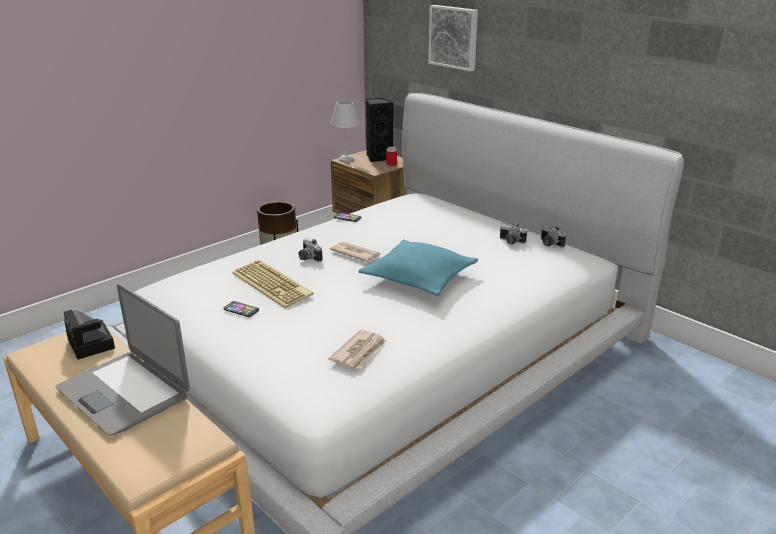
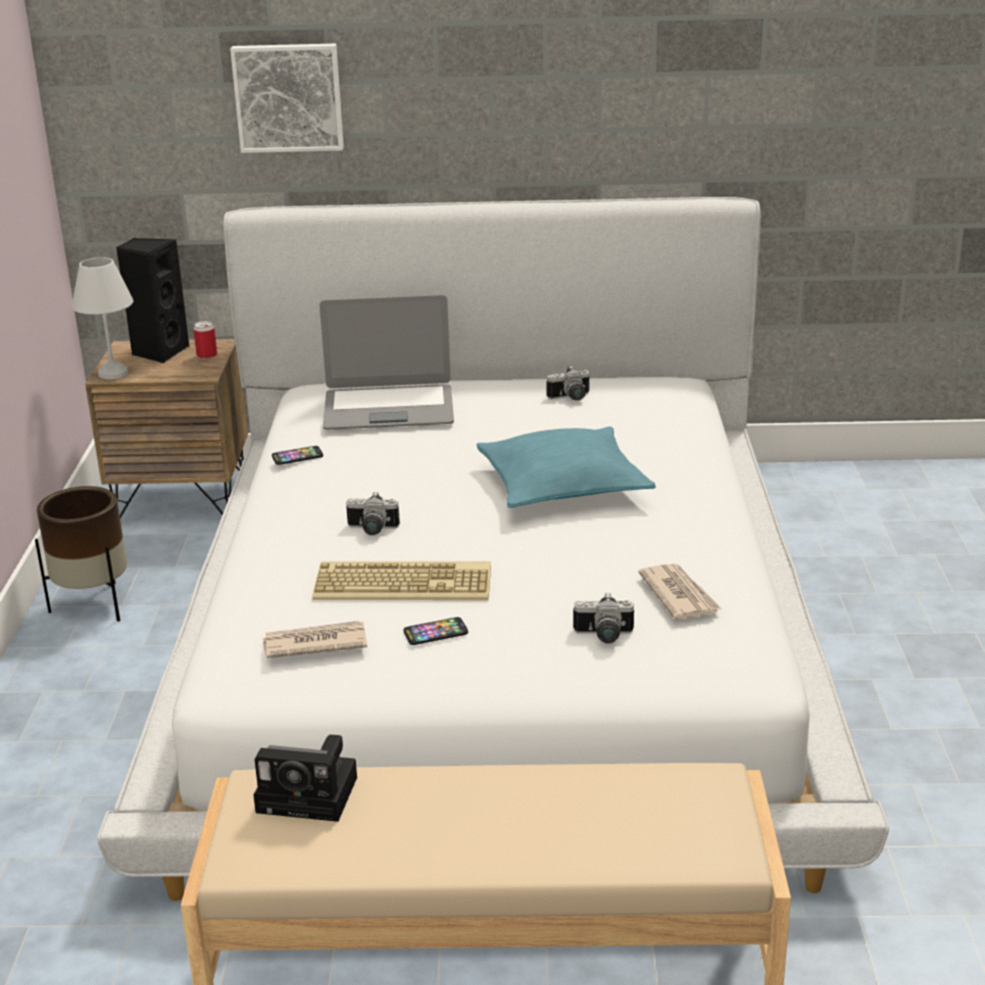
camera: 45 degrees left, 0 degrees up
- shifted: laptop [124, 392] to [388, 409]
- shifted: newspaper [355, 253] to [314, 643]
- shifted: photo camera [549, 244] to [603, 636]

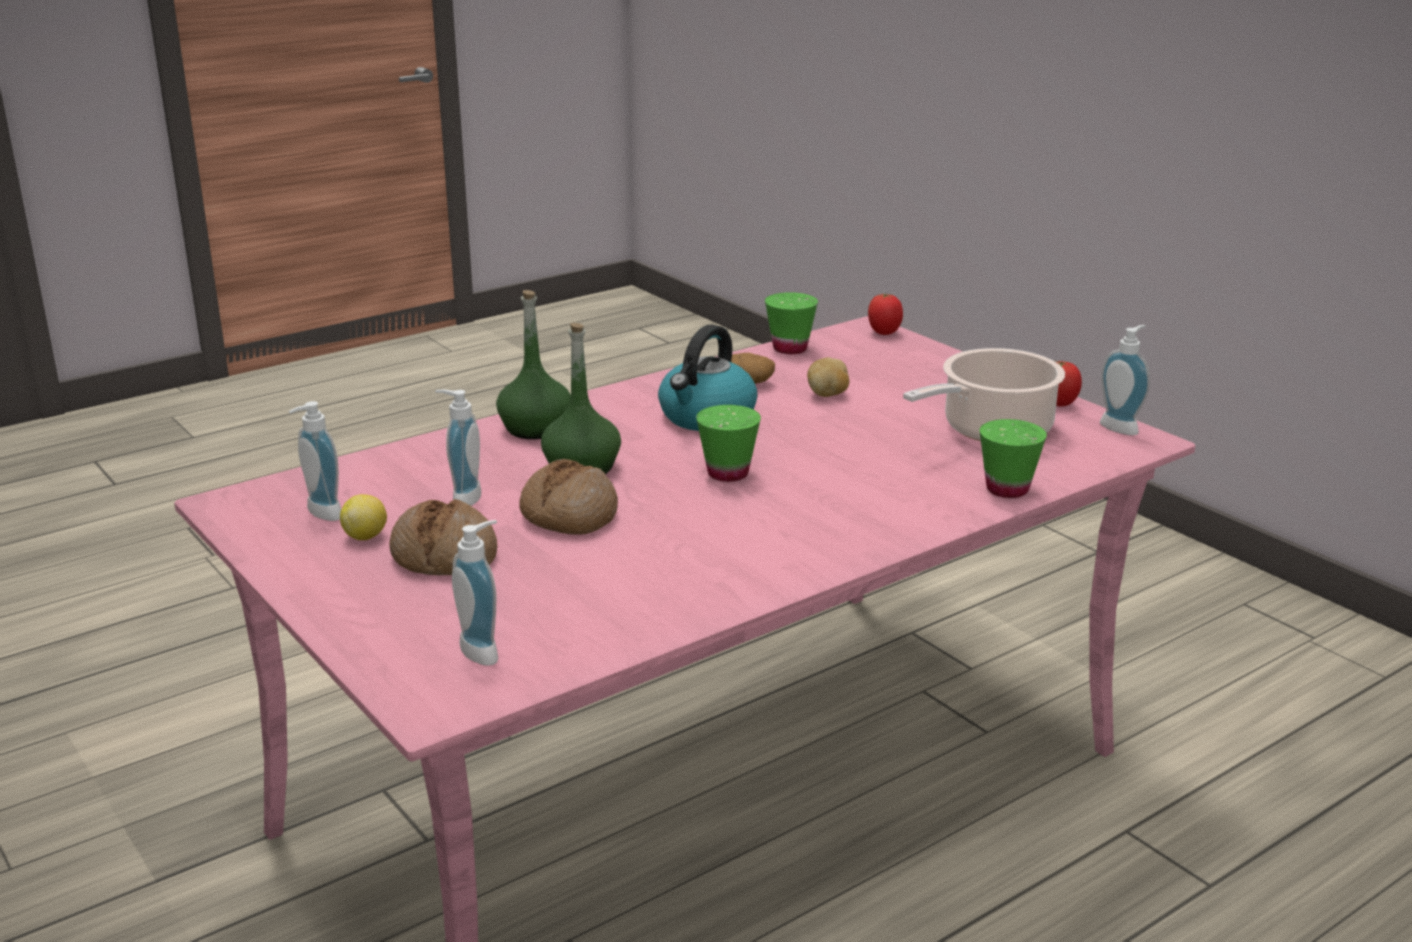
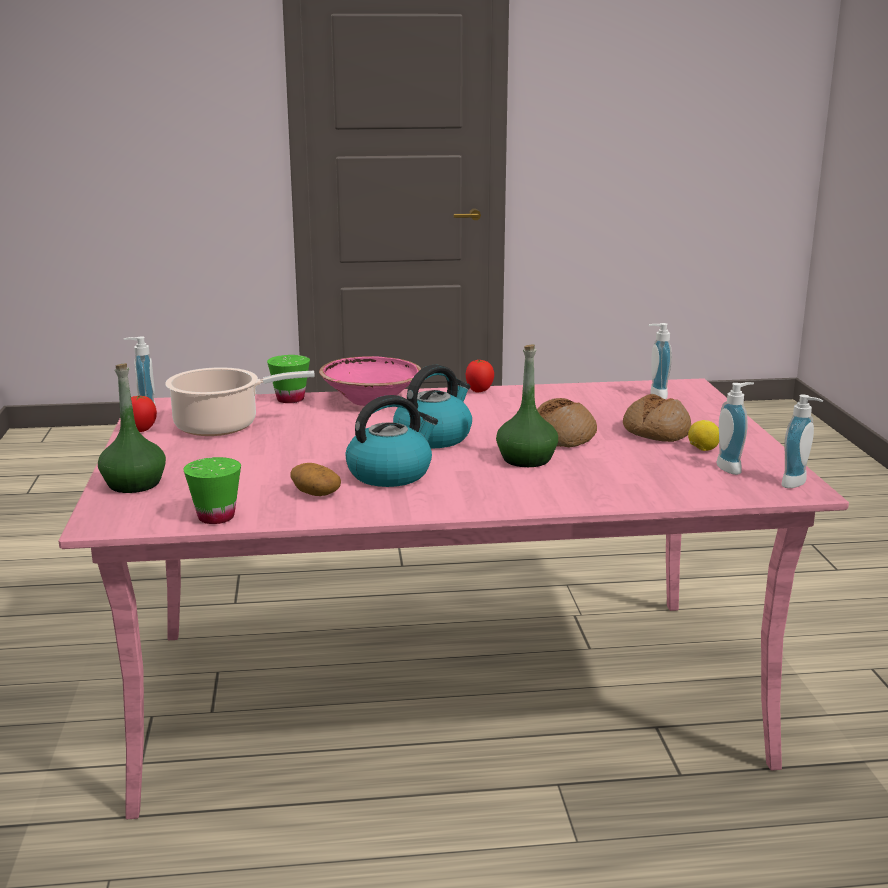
camera: 150 degrees left, 5 degrees down
- gone: potato [828, 395]
- new: bowl (pink) [370, 400]
- shifted: soap dispenser [461, 499] to [798, 484]
- shifted: bottle (green) [536, 428] to [134, 484]
- shifted: tomato [884, 333] to [479, 391]
- swapped: cup (green) [728, 473] to kettle [433, 437]

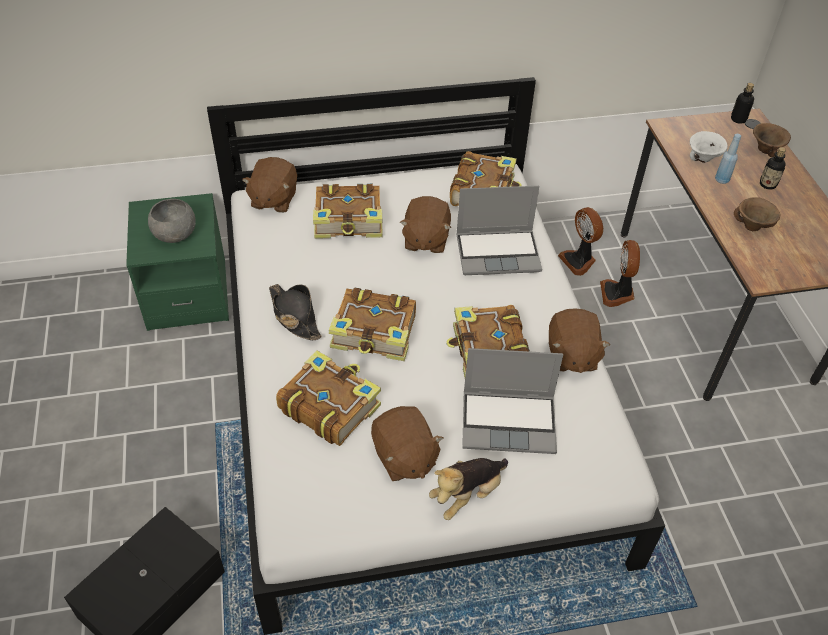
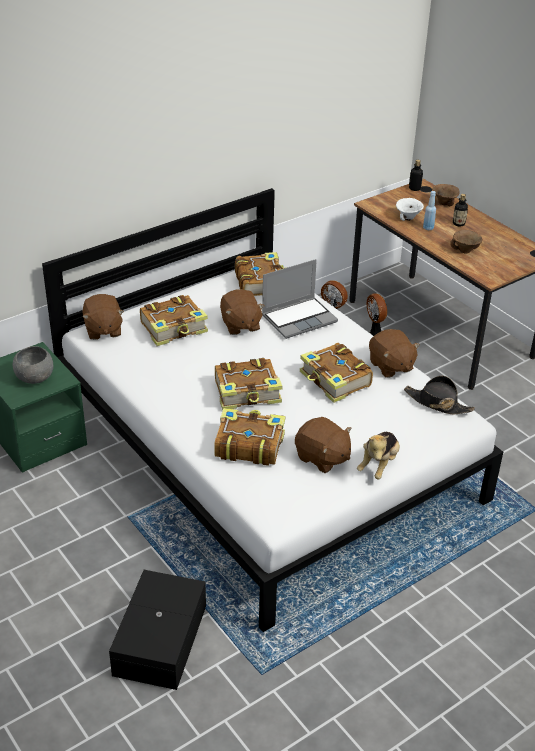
camera: 25 degrees left, 10 degrees down
- gone: laptop [509, 422]
- shifted: hat (black) [294, 316] to [437, 403]

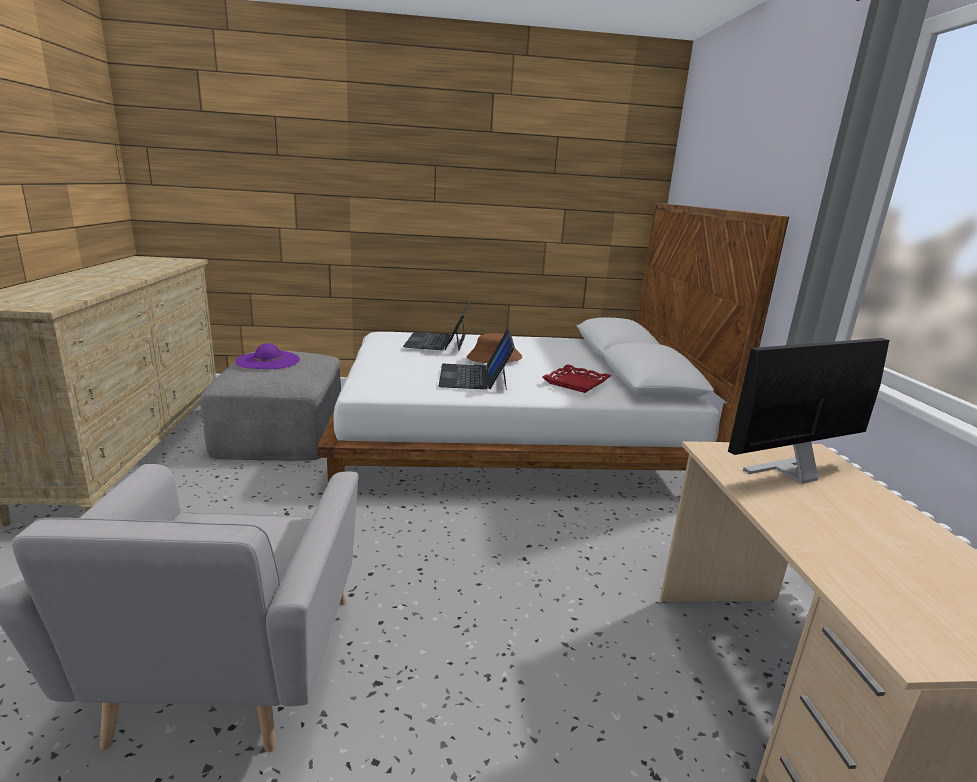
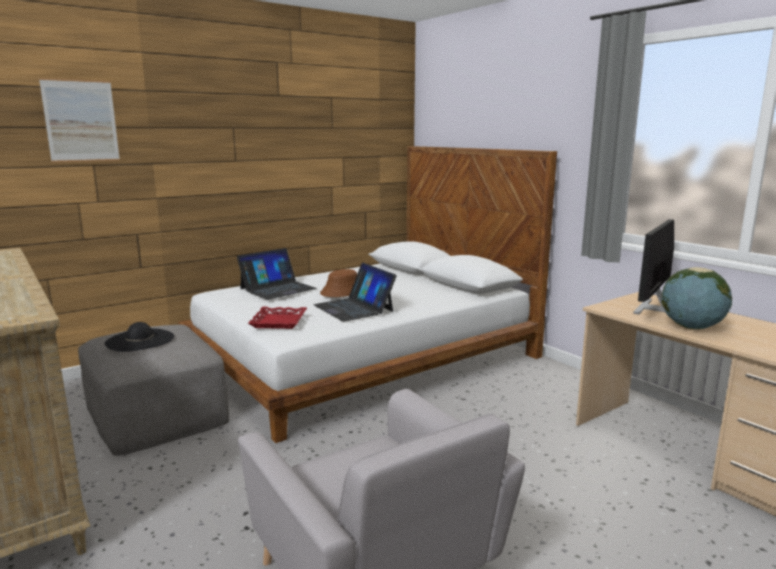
camera: 30 degrees left, 5 degrees down
- new: picture [81, 121]
- new: globe [691, 327]
- shifted: tray (red) [575, 382] to [278, 321]
- repainted: hat (purple) [268, 360] to hat (black) [140, 340]
- rotated: laptop [437, 341] = [277, 288] 105 degrees counterclockwise

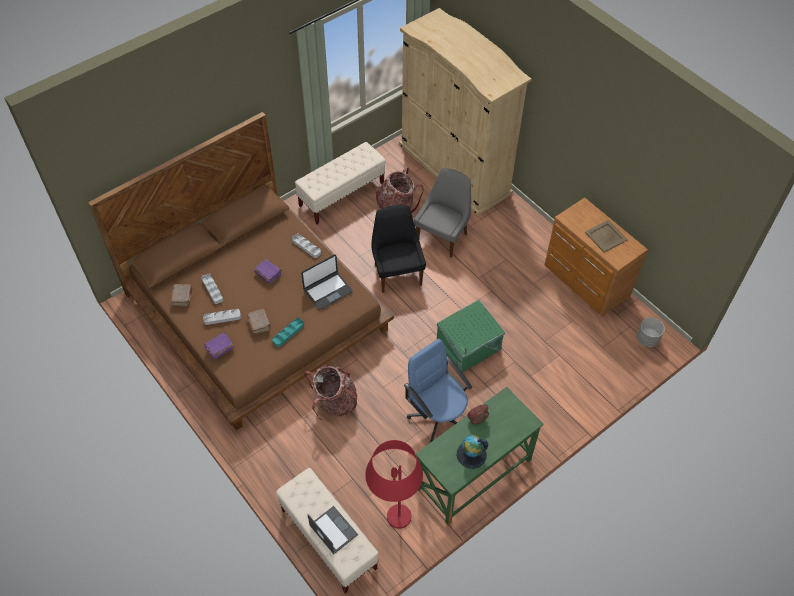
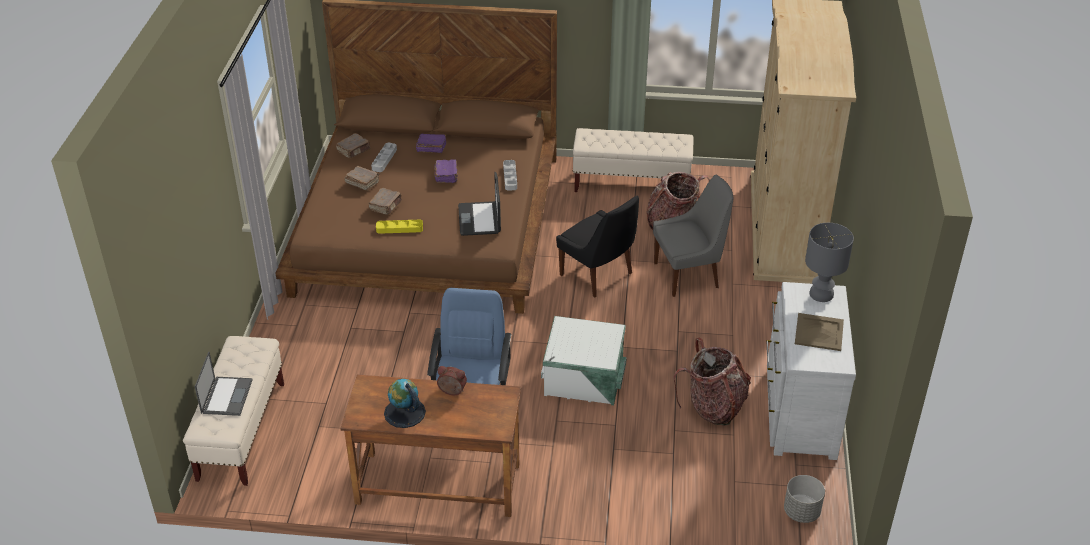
camera: 45 degrees right, 15 degrees down
- gone: floor lamp (red) [393, 529]
- new: table lamp (grey) [821, 294]
- shifted: book (purple) [219, 348] to [431, 148]
- shifted: backpack [335, 402] to [713, 407]
- swapped: tray (grey) [222, 318] to book (brown) [362, 183]
- repainted: tray (turquoise) [288, 333] to tray (yellow) [399, 229]
- repainted: desk (green) [474, 474] to desk (brown) [438, 484]
- repainted: storage box (green) [469, 347] to storage box (white) [584, 381]
- repainted: dresser (brown) [585, 282] to dresser (white) [798, 411]
- rotated: laptop [327, 290] = [480, 219] 75 degrees clockwise
- rotated: chair (black) [397, 273] = [598, 275] 105 degrees clockwise

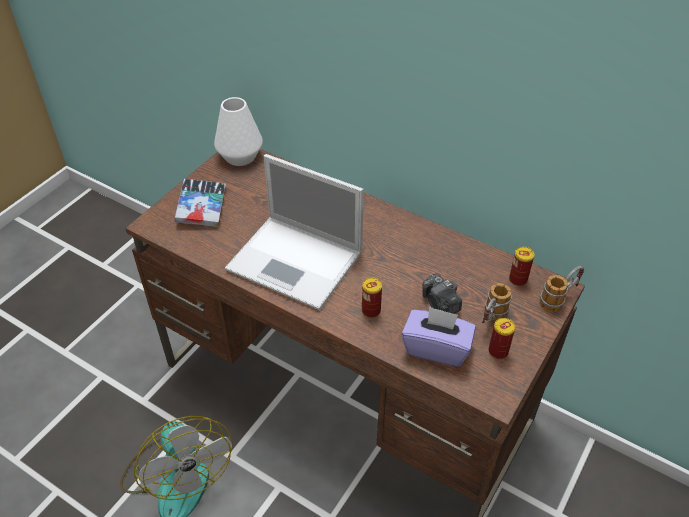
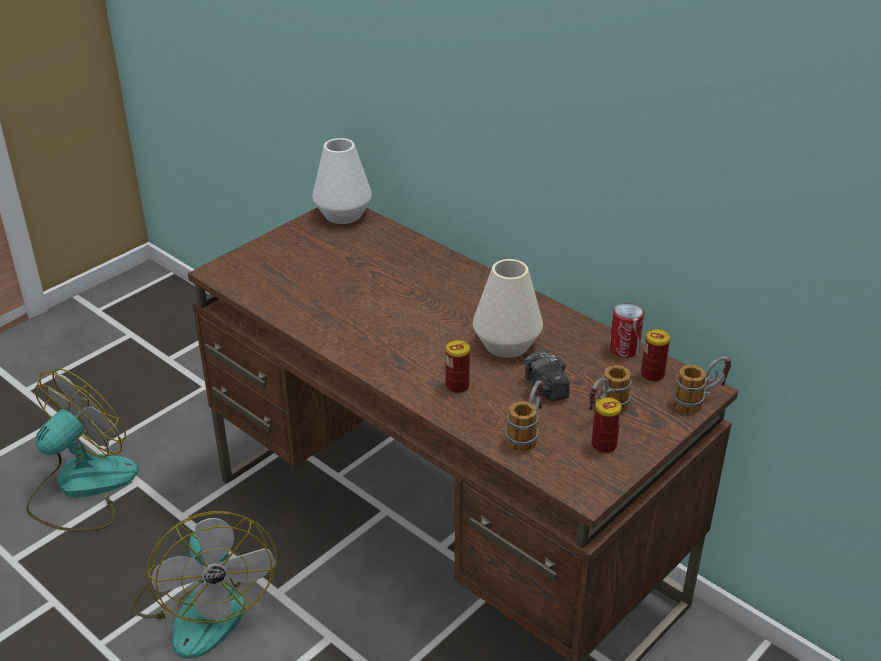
camera: 10 degrees right, 10 degrees down
- gone: book [201, 207]
- gone: laptop [297, 262]
- new: fan [81, 487]
- new: vase (white) [507, 344]
- new: can [624, 349]
- swapped: tissue box (purple) [436, 348] to mug [527, 433]

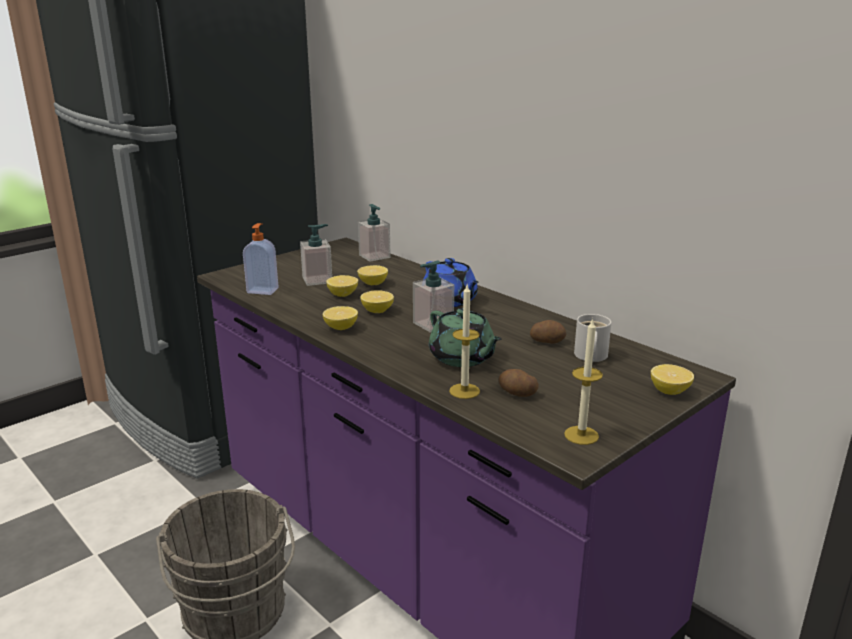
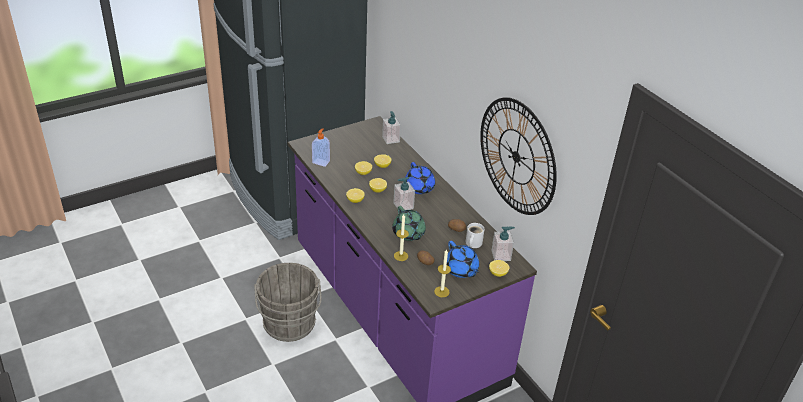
camera: 10 degrees right, 15 degrees up
- new: teapot (blue) [461, 270]
- new: wall clock [516, 156]
- shifted: soap dispenser [317, 280] to [501, 255]

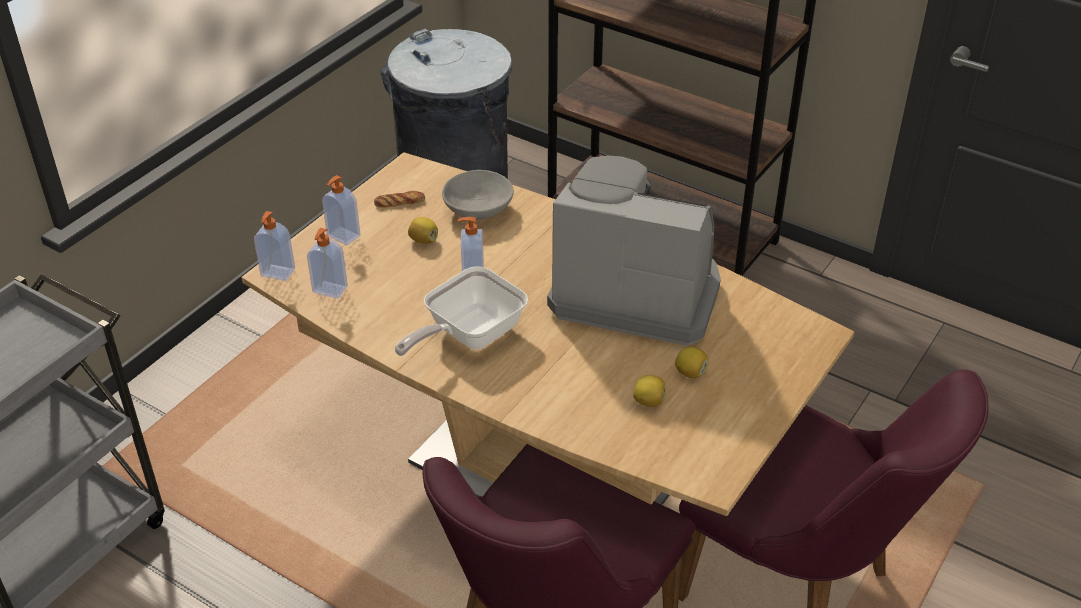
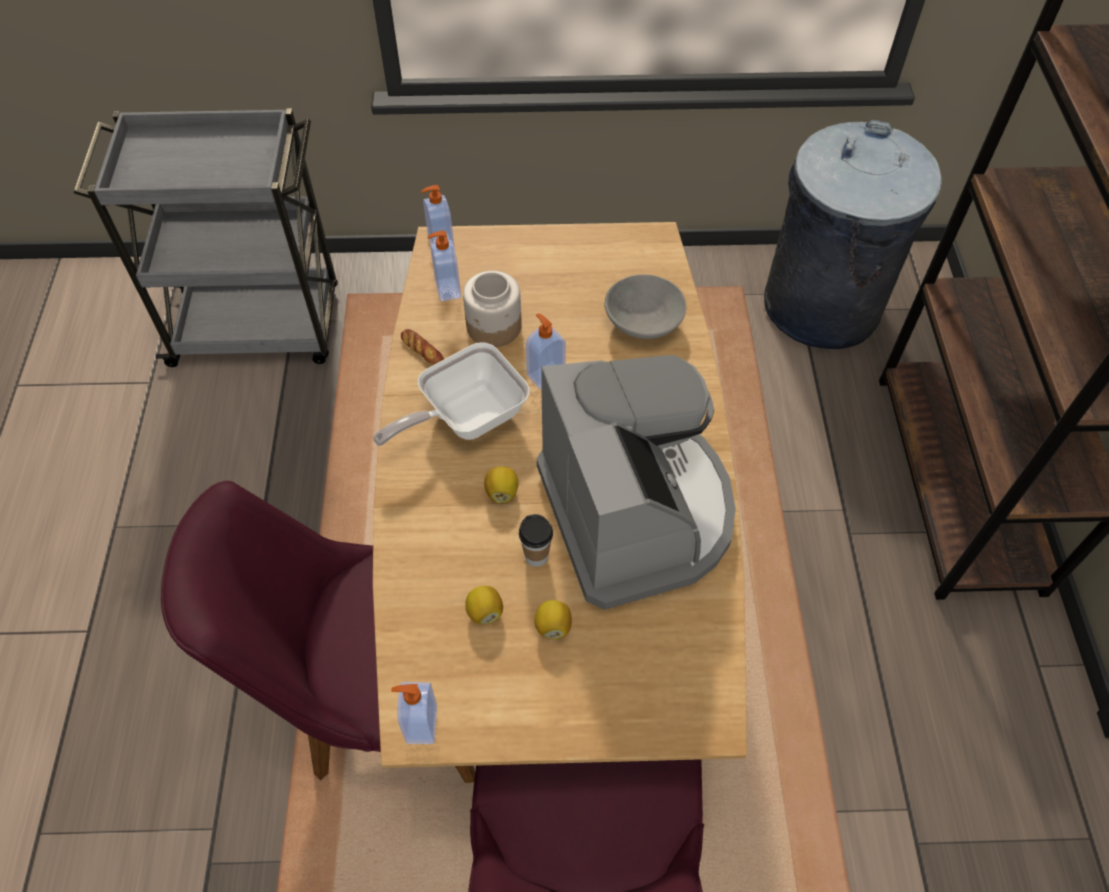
camera: 55 degrees right, 15 degrees up
- new: jar [494, 327]
- new: cup [536, 556]
- shifted: soap dispenser [343, 236] to [420, 724]
- shifted: bread [399, 202] to [423, 350]
- shifted: lemon [423, 240] to [502, 492]
- rotated: frying pan [468, 336] = [465, 418] 45 degrees counterclockwise

